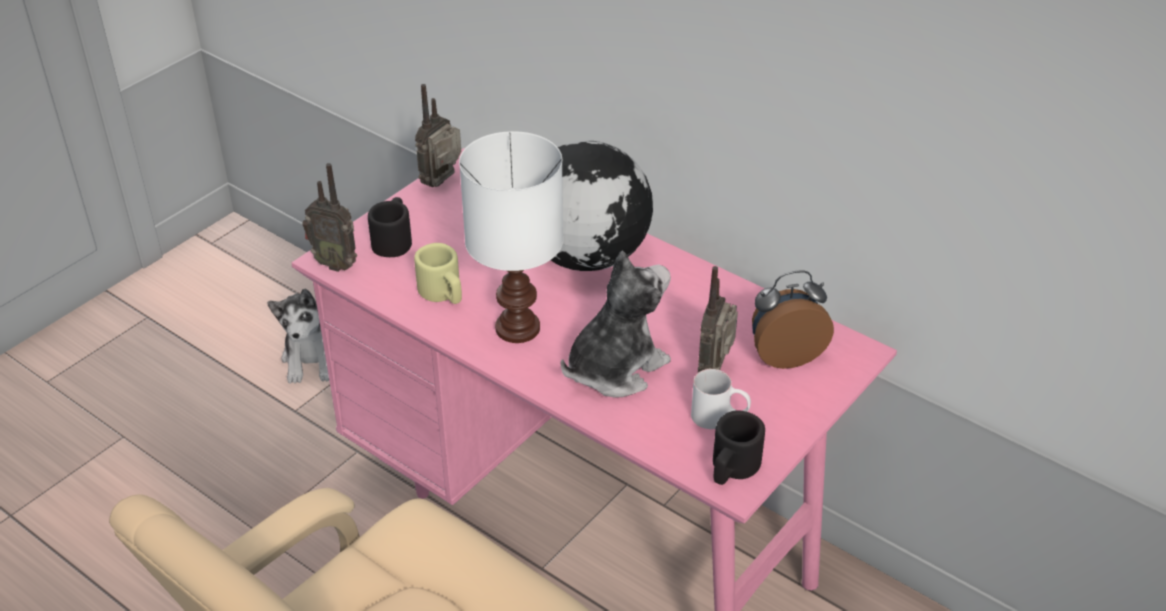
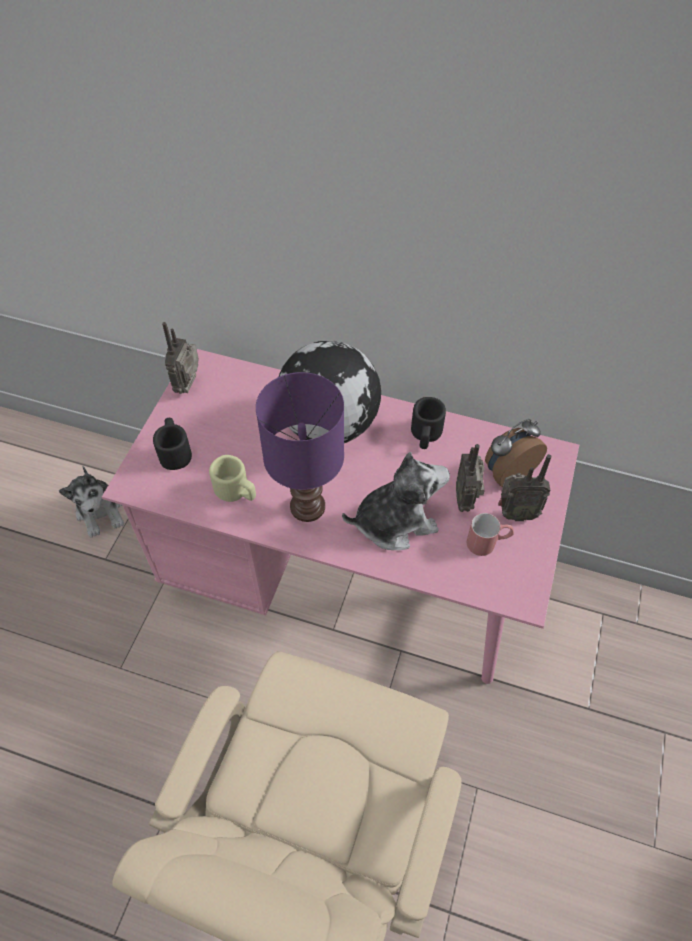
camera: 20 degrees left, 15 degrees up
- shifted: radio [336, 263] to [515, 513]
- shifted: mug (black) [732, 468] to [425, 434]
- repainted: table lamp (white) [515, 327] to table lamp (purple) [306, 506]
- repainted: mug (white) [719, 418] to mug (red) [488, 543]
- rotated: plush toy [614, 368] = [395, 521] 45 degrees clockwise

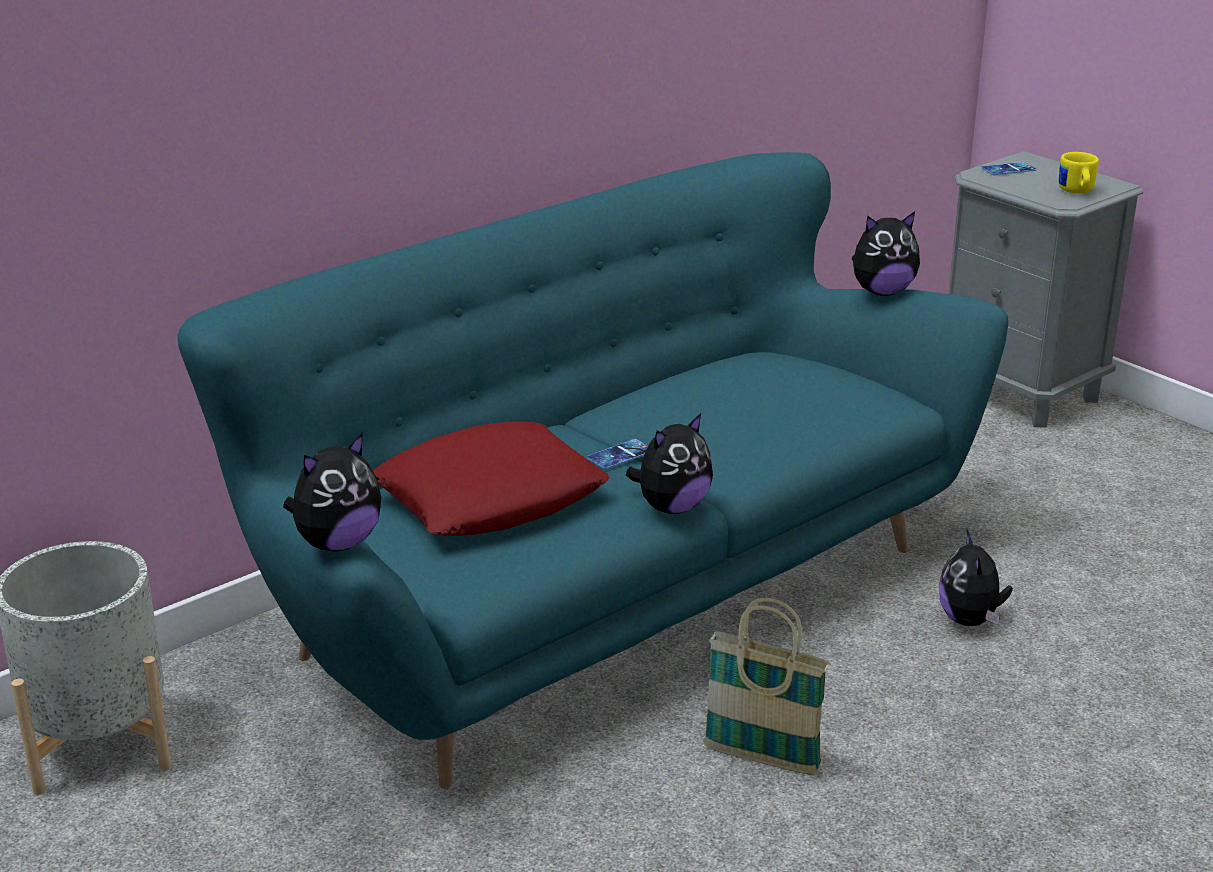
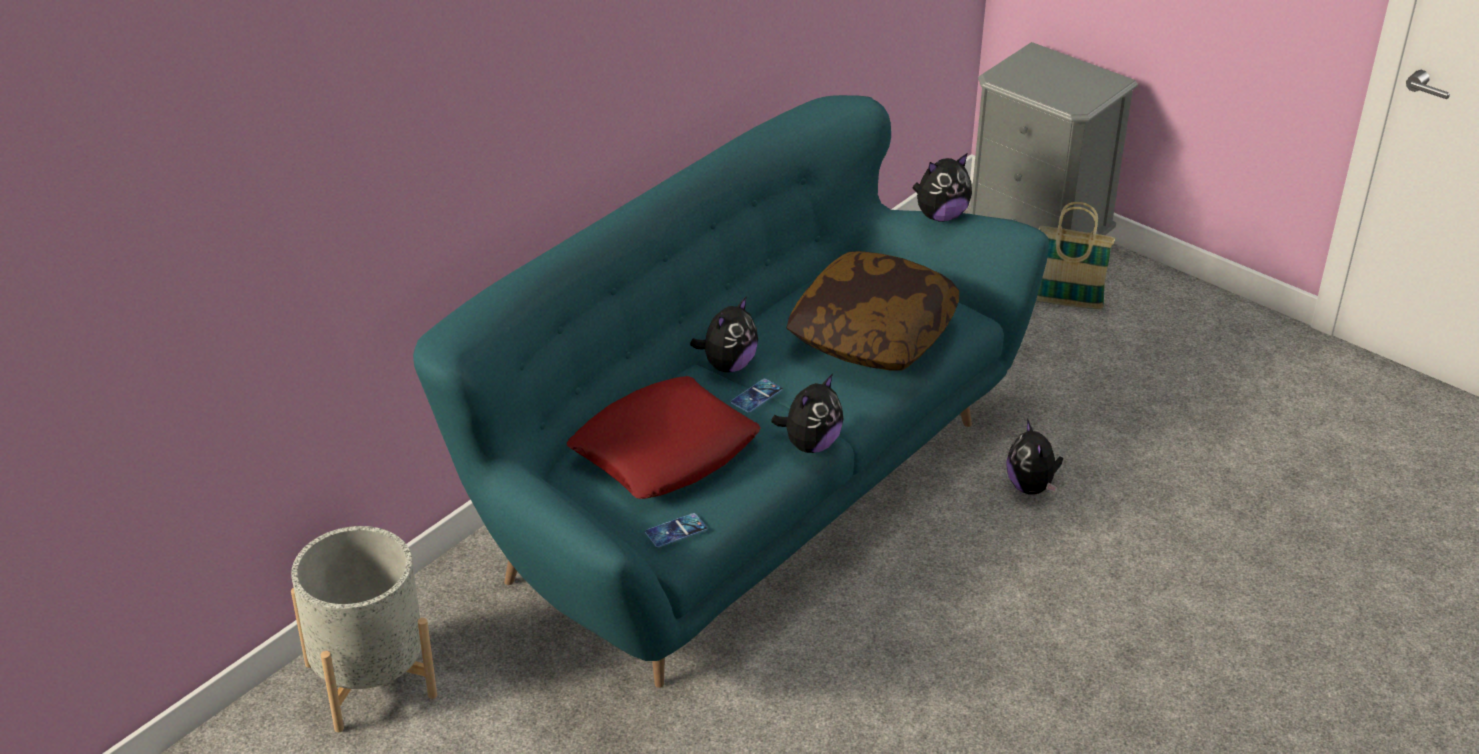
camera: 10 degrees left, 10 degrees up
- gone: mug (yellow) [1076, 192]
- new: pillow [872, 335]
- shifted: plush toy [337, 543] to [728, 365]
- shifted: basket [761, 758] to [1066, 303]
- shifted: phone [1008, 169] to [676, 531]

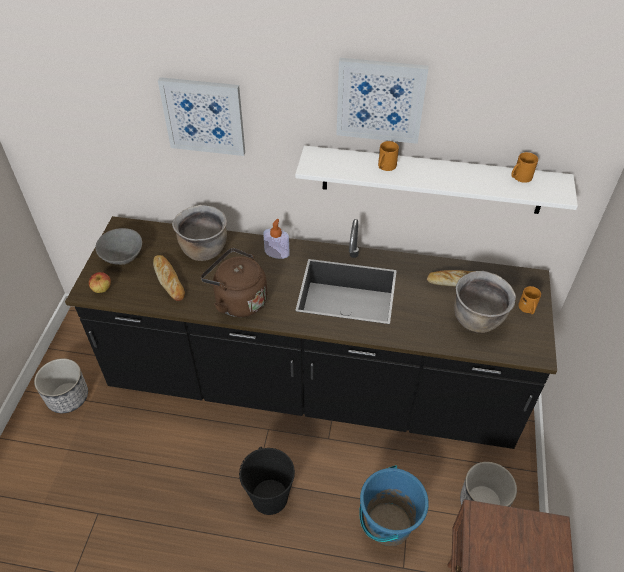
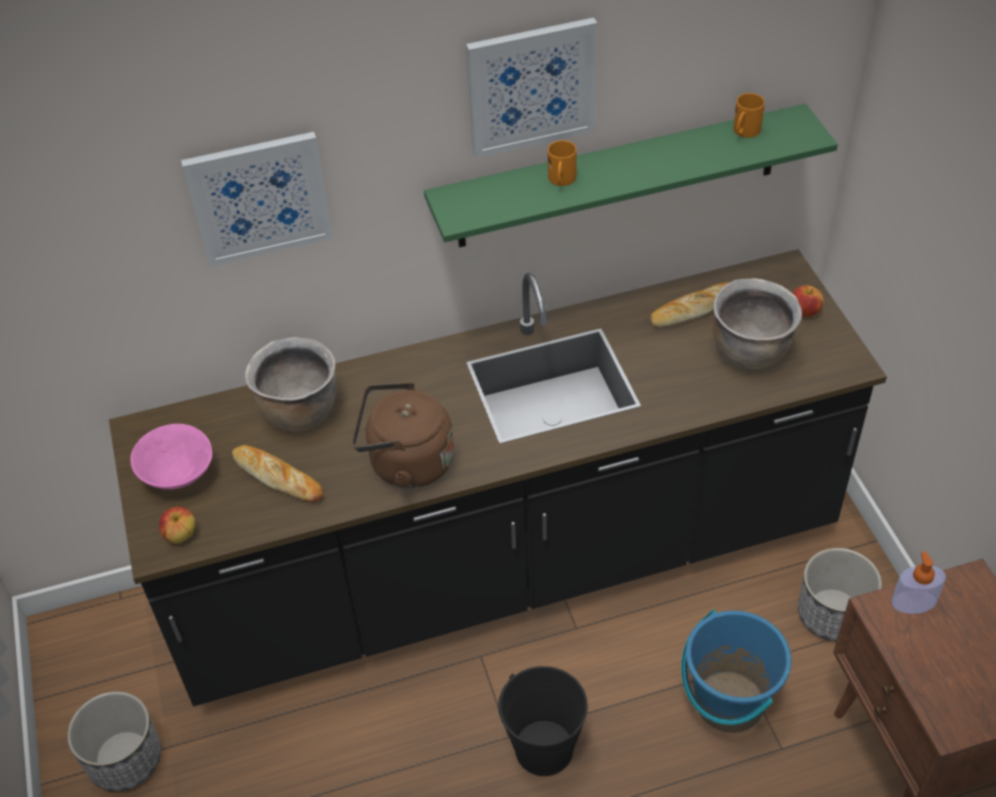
camera: 25 degrees left, 0 degrees up
- shifted: soap dispenser [277, 252] to [913, 602]
- swapped: mug (orange) [528, 309] to apple [804, 312]
- repainted: bowl (grey) [123, 258] to bowl (pink) [179, 476]
- repainted: shelf (white) [432, 180] to shelf (green) [618, 177]

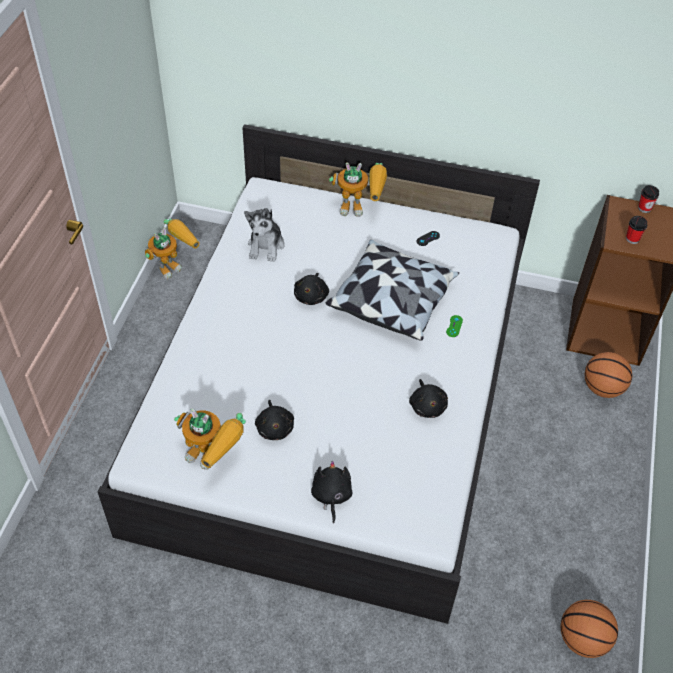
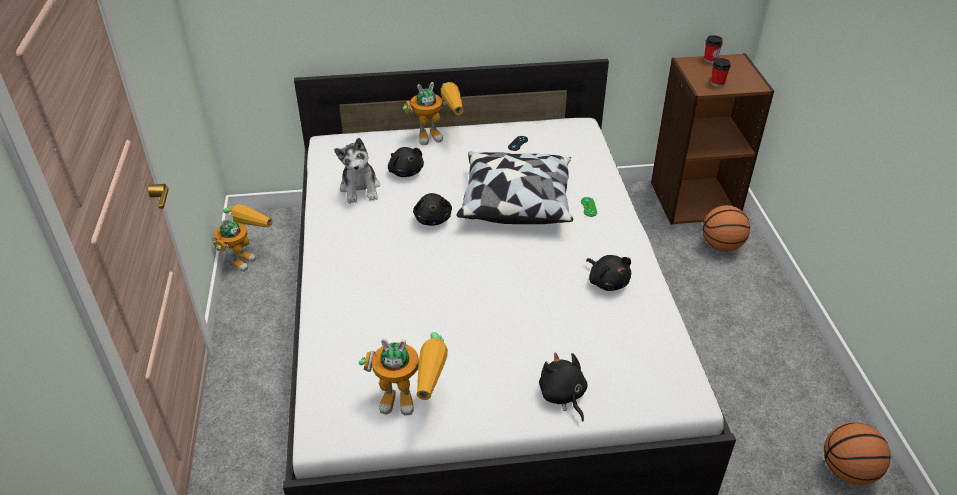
camera: 20 degrees left, 10 degrees down
- shifted: plush toy (black) [275, 427] to [405, 171]

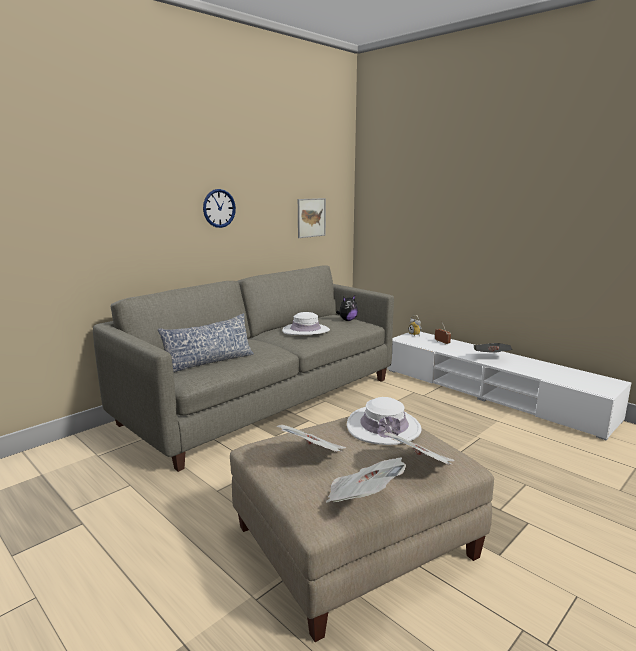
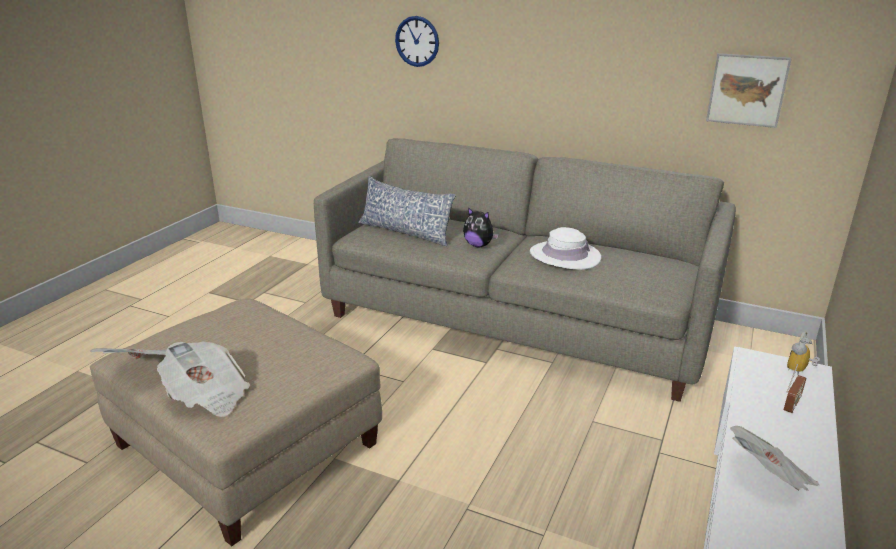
camera: 70 degrees right, 10 degrees up
- gone: newspaper [313, 455]
- gone: hat (white) [383, 427]
- shifted: wall clock [219, 208] to [417, 41]
- shifted: plush toy [347, 320] to [479, 245]

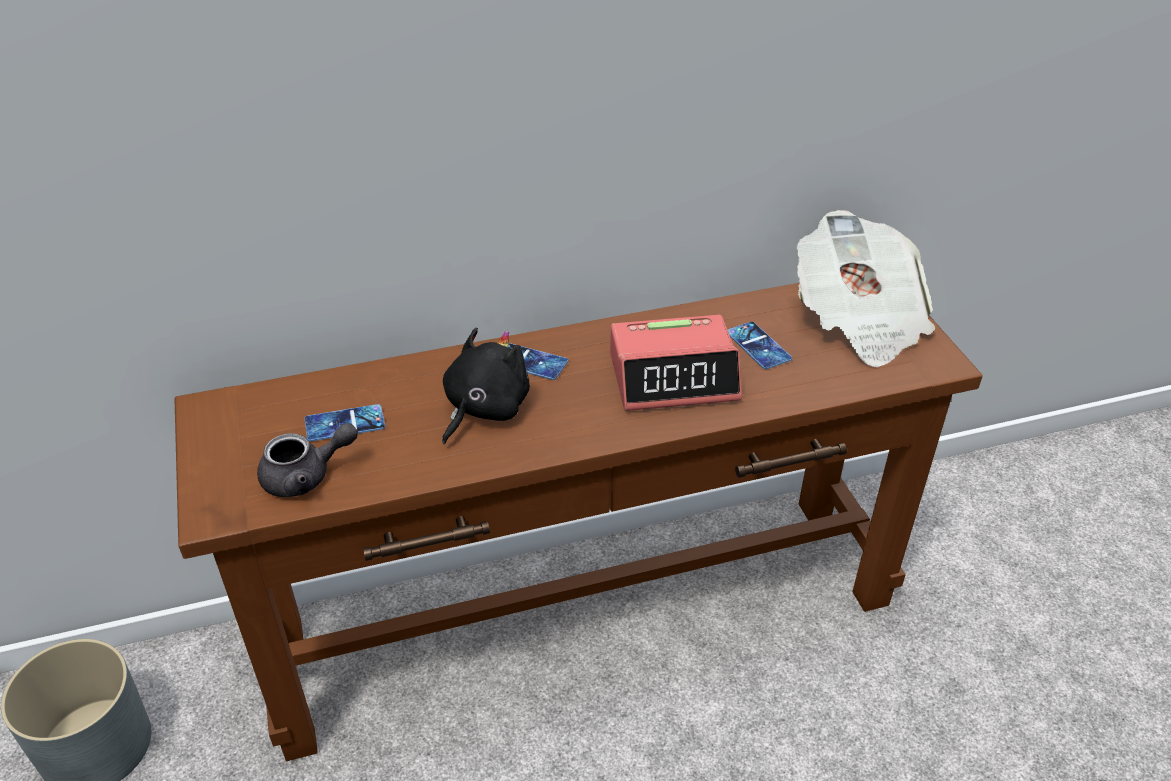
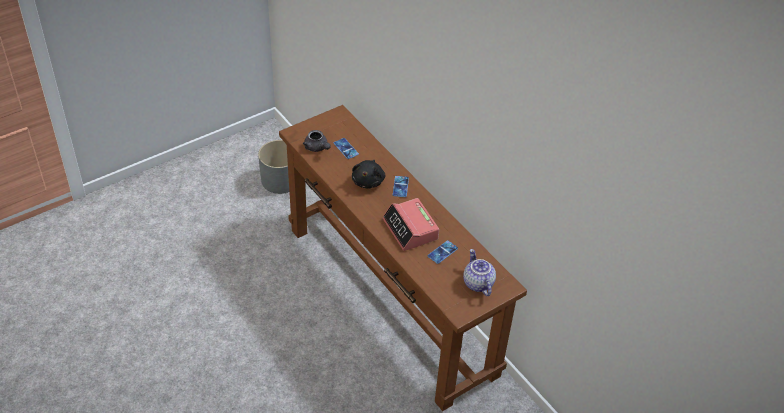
camera: 70 degrees right, 5 degrees up
- swapped: newspaper [859, 320] to teapot [477, 283]
- rotated: plush toy (black) [483, 408] = [368, 181] 90 degrees clockwise

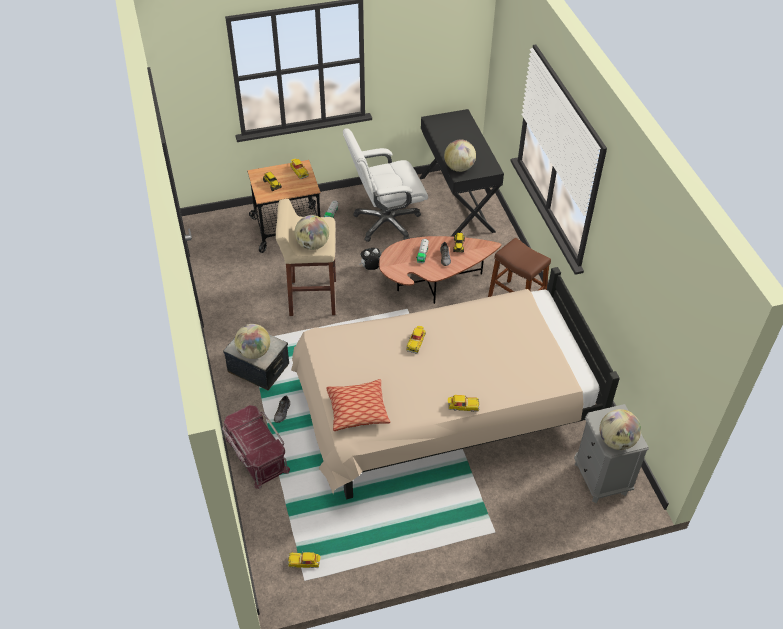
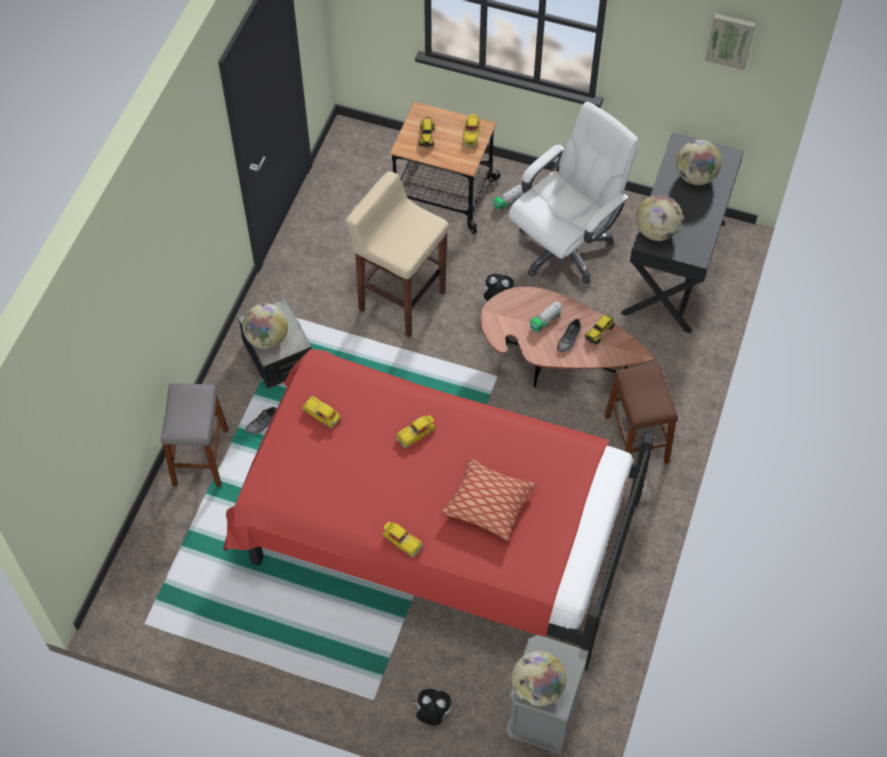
camera: 35 degrees right, 10 degrees up
- new: plush toy [432, 714]
- new: picture [730, 40]
- shifted: toy car [304, 562] to [322, 414]
- shifted: globe [312, 245] to [695, 176]
- shifted: pillow [358, 410] to [488, 504]
- swapped: storage box (red) [256, 455] to stool (grey) [200, 457]
- repainted: bed (beige) [442, 410] to bed (red) [434, 525]
- rotated: office chair (white) [386, 222] = [565, 247] 120 degrees clockwise

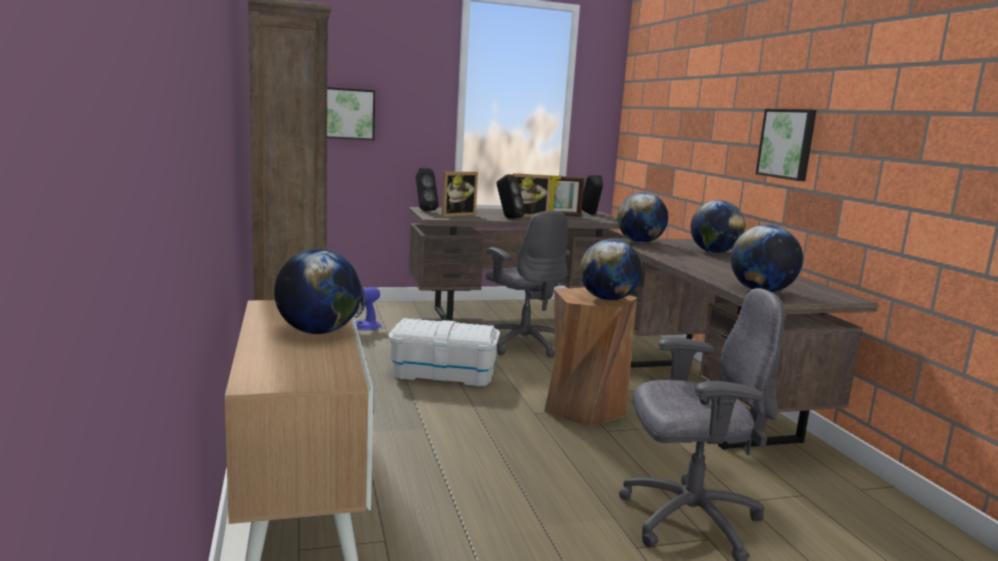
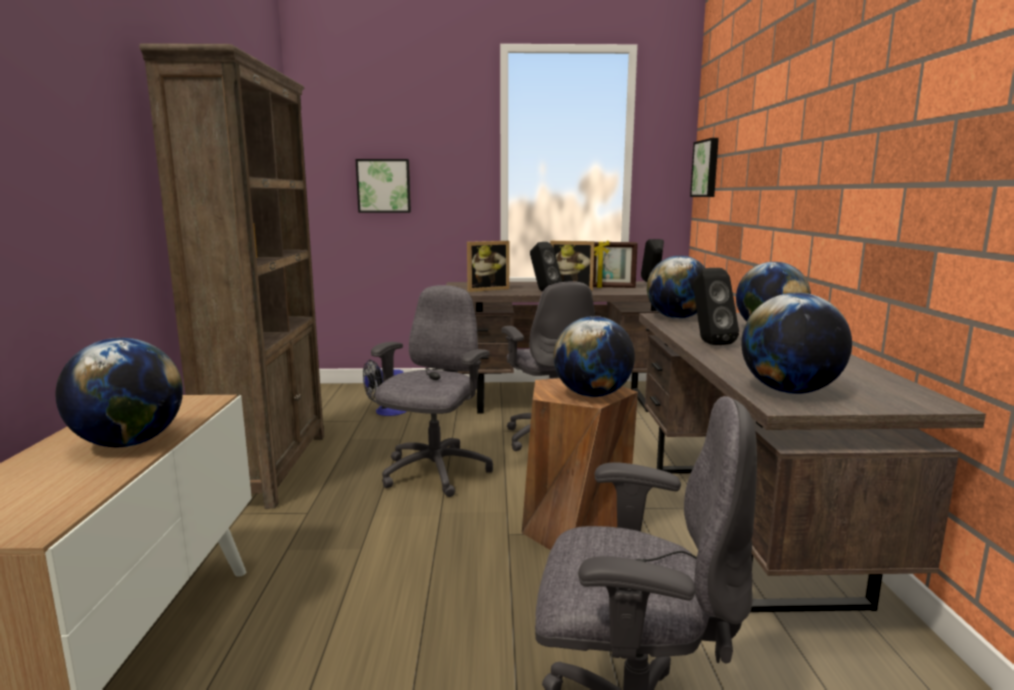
camera: 15 degrees right, 0 degrees up
- shifted: speaker (black) [424, 210] to [709, 343]
- shifted: picture [788, 144] to [707, 168]
- swapped: storage box (white) [443, 373] to office chair (grey) [434, 473]

